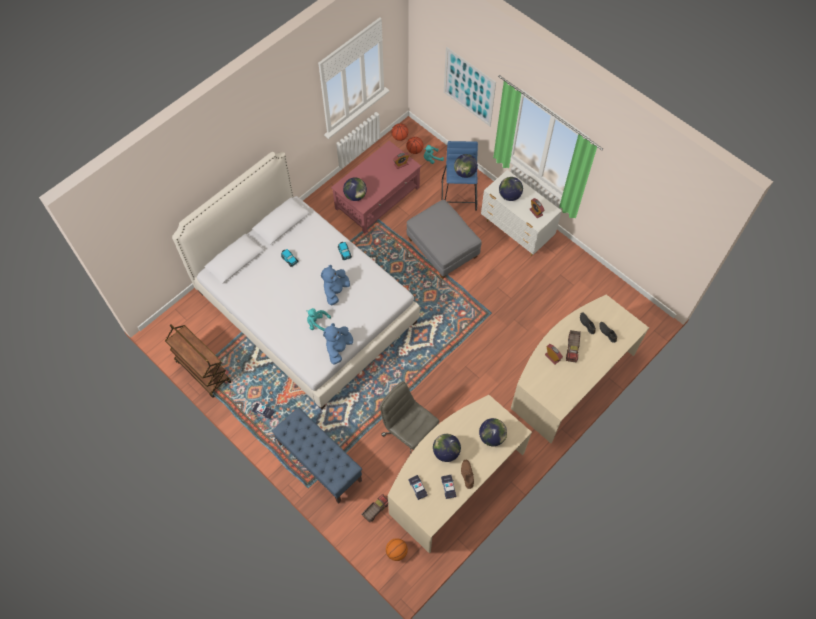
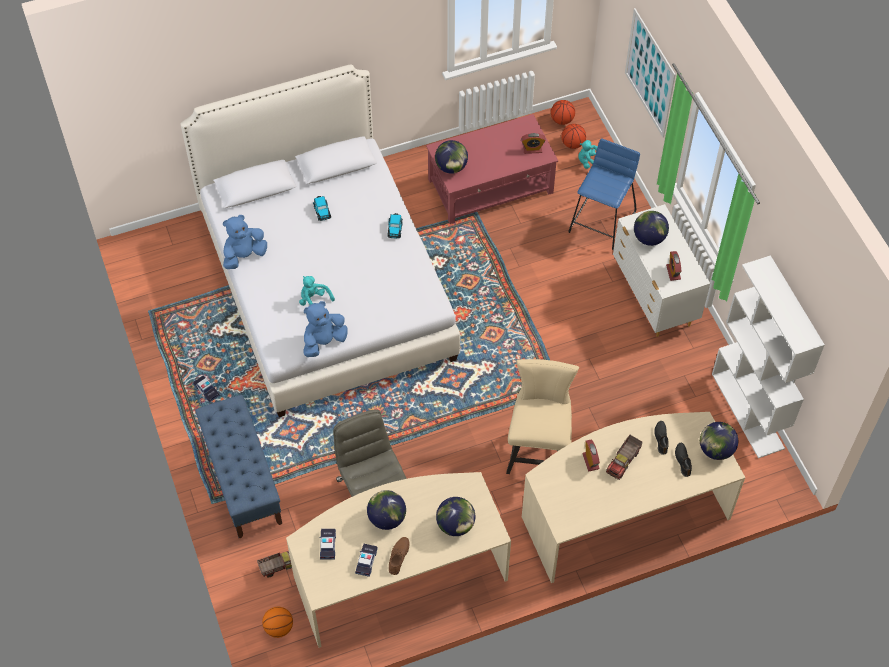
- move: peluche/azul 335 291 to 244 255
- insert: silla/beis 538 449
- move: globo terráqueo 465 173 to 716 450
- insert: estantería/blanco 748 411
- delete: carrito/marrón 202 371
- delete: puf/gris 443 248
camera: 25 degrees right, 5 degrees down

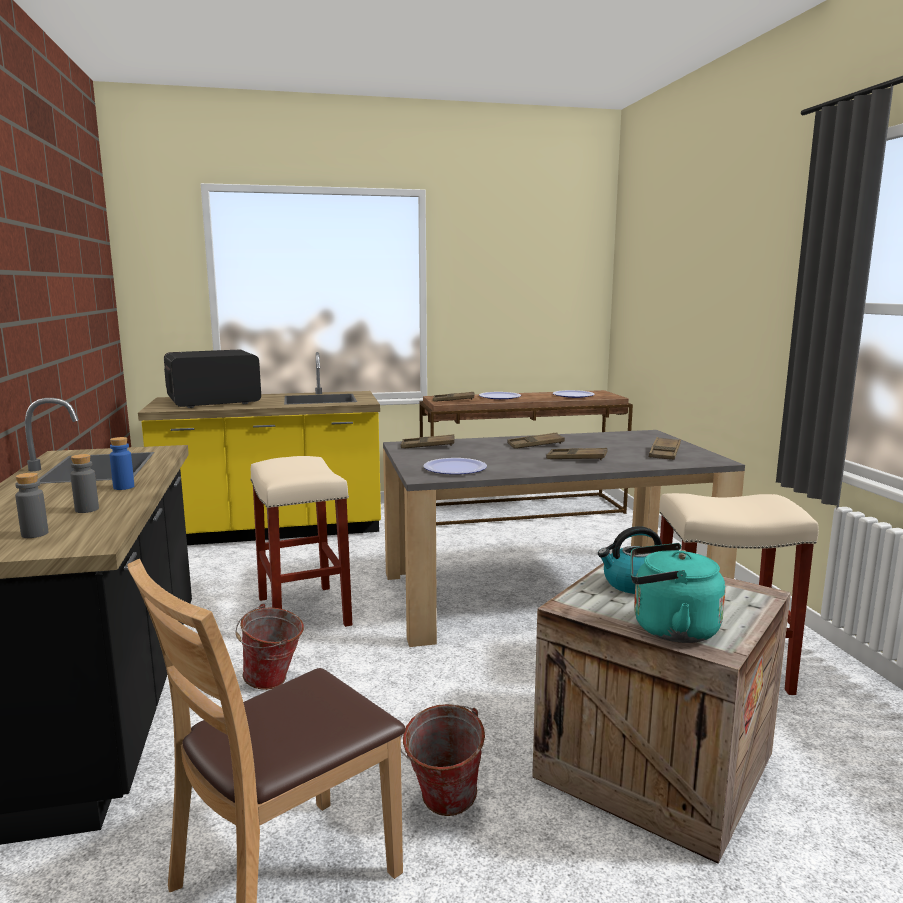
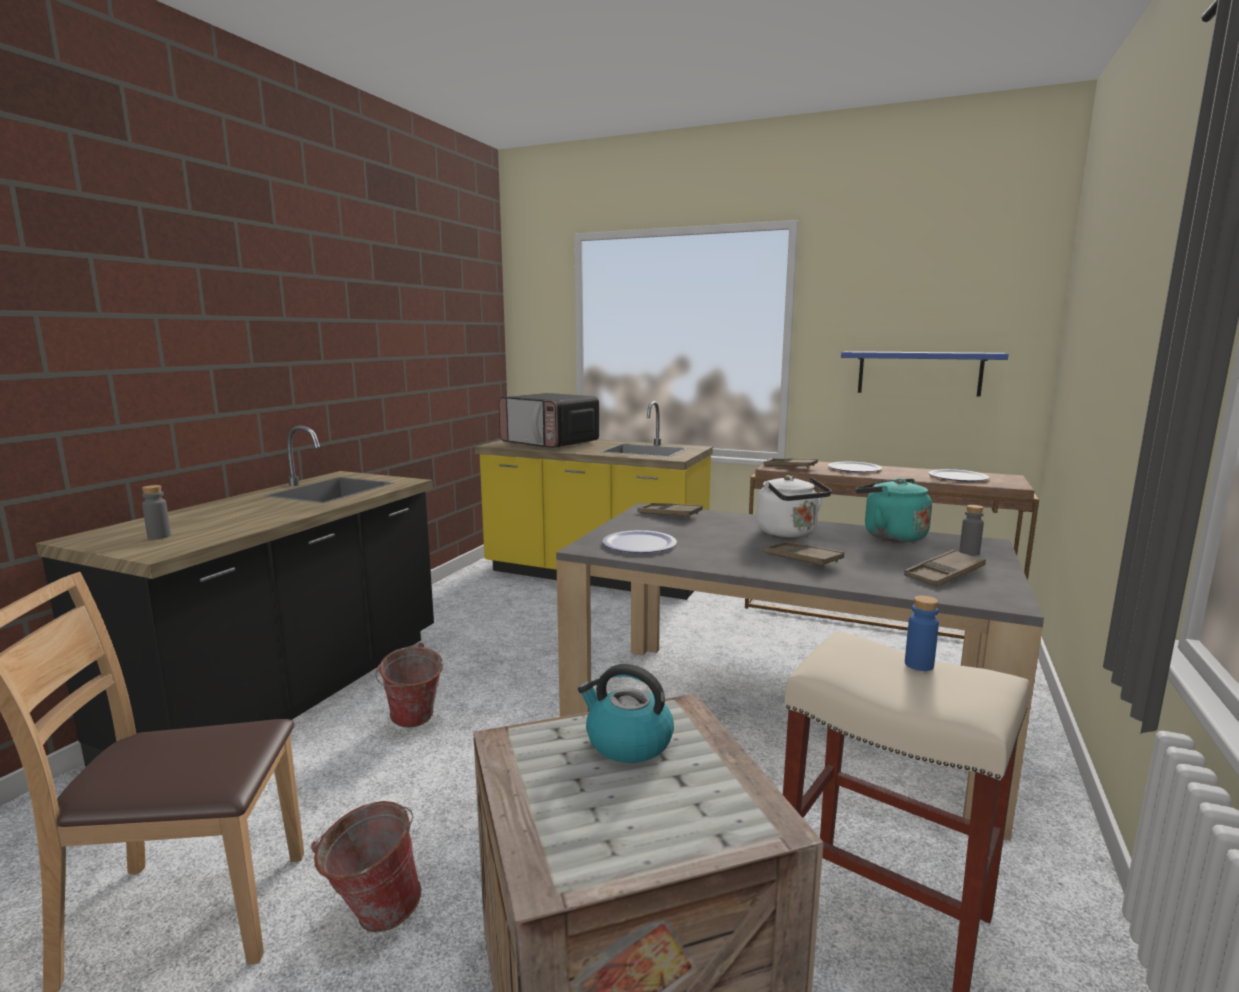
- rotate: microondas 213 402 = 550 443 150 degrees counterclockwise
- replace: bandeja/marrón 535 445 to hervidor/blanco 789 533
- insert: estante/azul 919 373
- move: hervidor/turquesa 669 629 to 890 536
- move: botella/azul 123 487 to 919 665
- move: botella/gris 87 509 to 969 552
- delete: taburete/beis 302 611
camera: 35 degrees right, 0 degrees up

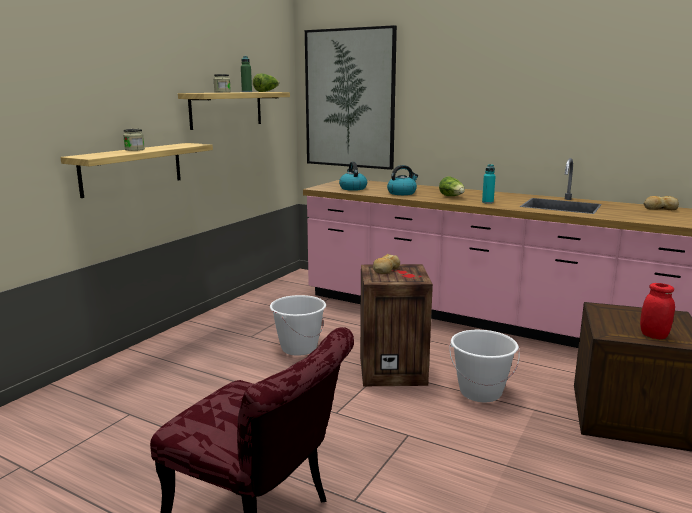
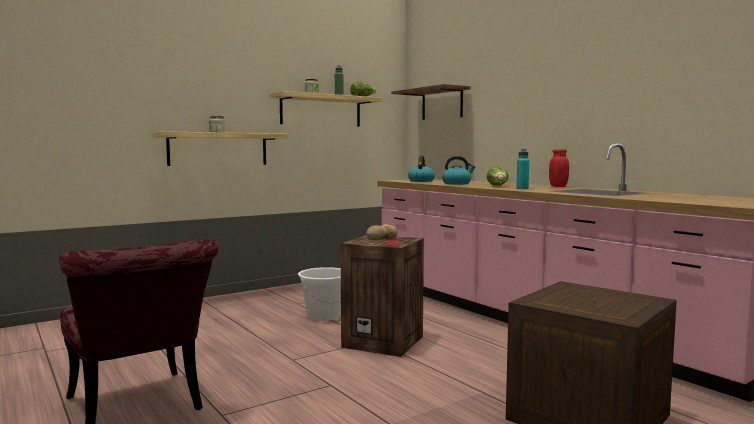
- replace: cuadro 349 99 to estante/marrón 442 104
- move: tarro/rojo 653 336 to 558 186
- delete: cubo/blanco 480 392
- delete: pan 659 208
camera: 25 degrees right, 10 degrees down

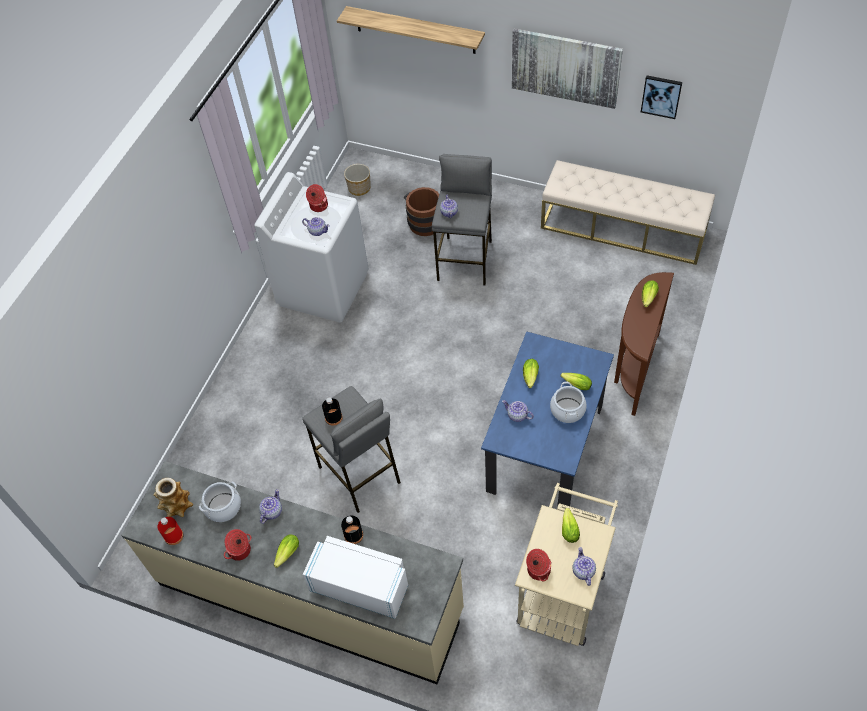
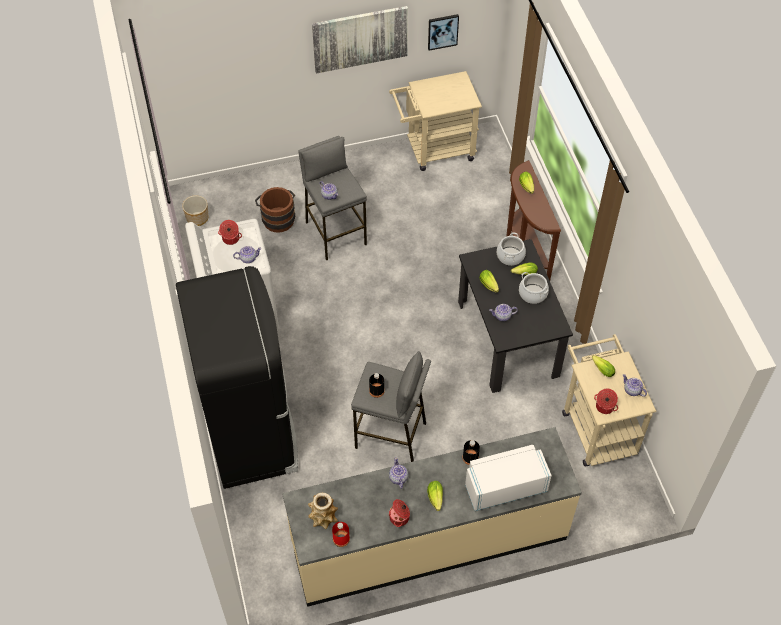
- insert: nevera/negro 252 431
- replace: banco/beis 623 228 to carrito/beis 434 150
- recolor: mesa de comedor/azul 545 448 to mesa de comedor/negro 507 339
- move: olla 223 507 to 510 256
- delete: estante 415 30
camera: 40 degrees left, 0 degrees up

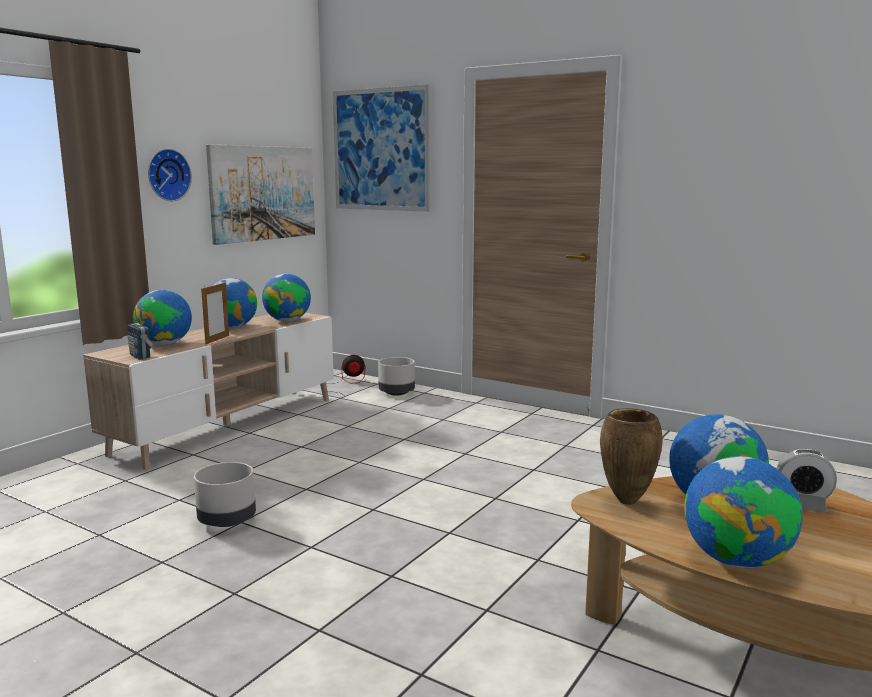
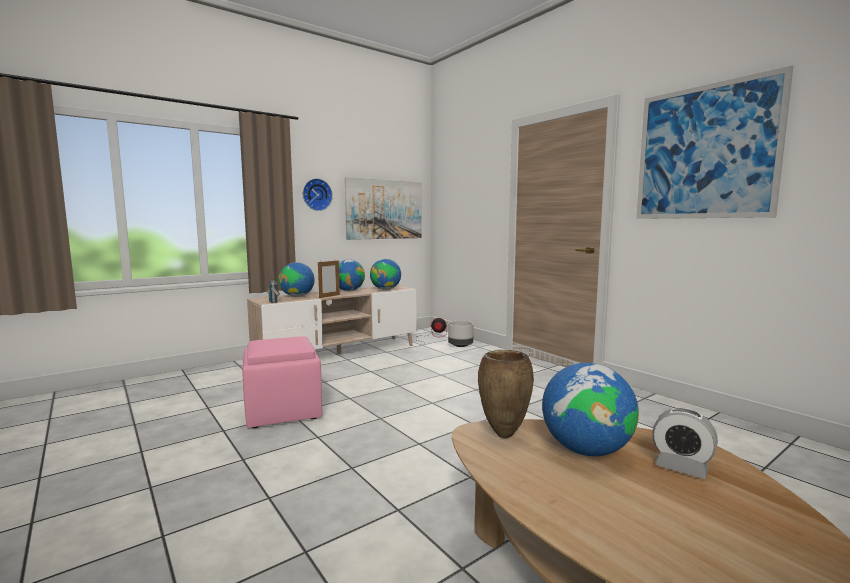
- replace: maceta/gris 227 521 to puf/rosa 284 411
- move: cuadro 380 150 to 704 152
- delete: globo terráqueo 737 560
camera: 20 degrees right, 5 degrees down

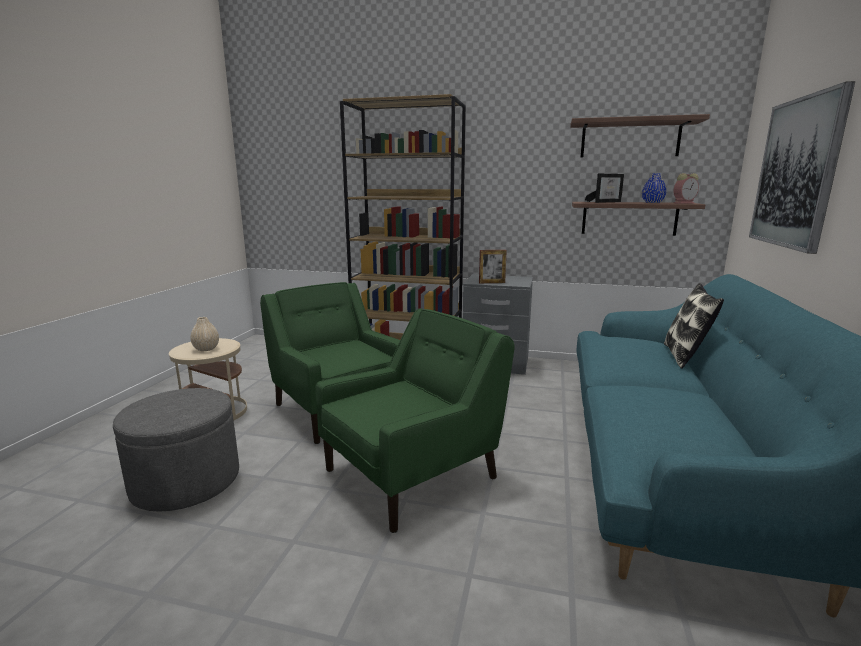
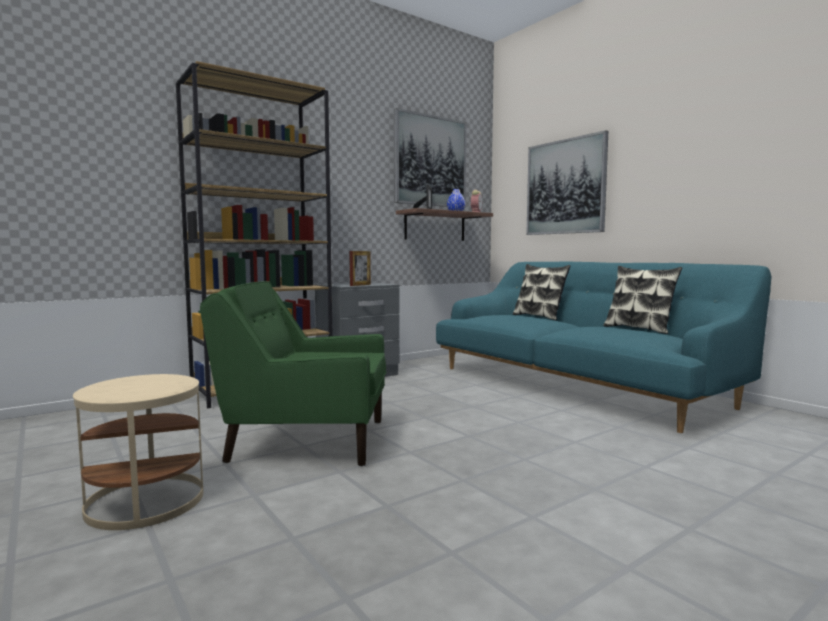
- replace: estante 630 139 to cuadro 430 161
- insert: cojín 639 329
- delete: puf/gris 186 482
- delete: florero/beis 206 349
- delete: sillón/verde 413 473
camera: 50 degrees left, 10 degrees down

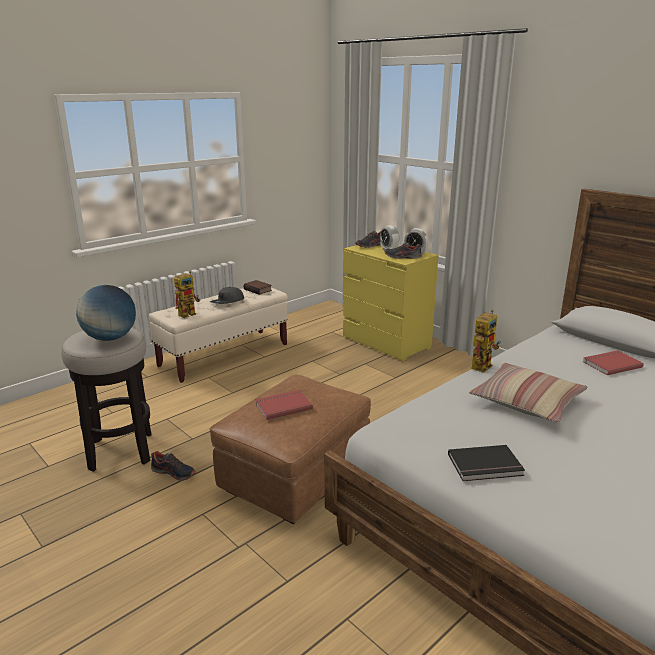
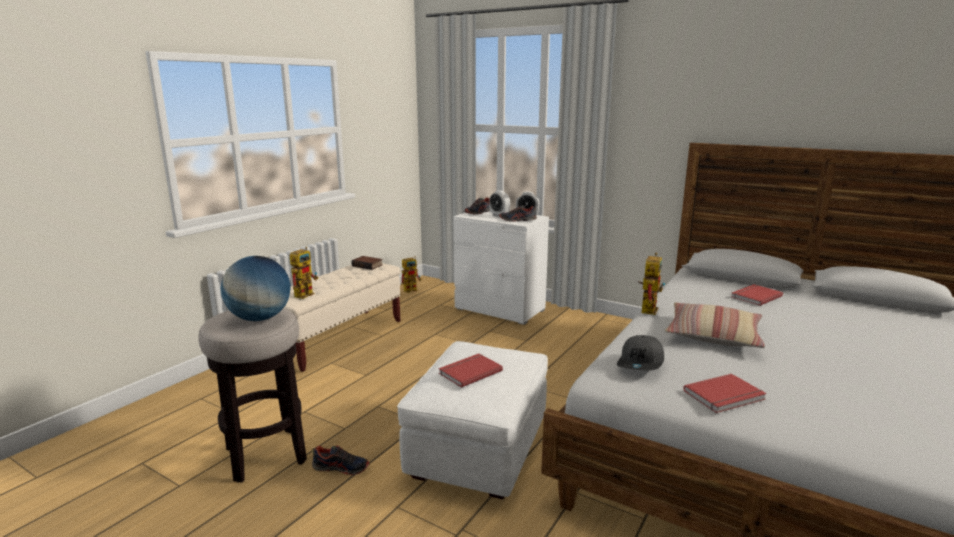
- recolor: puf/marrón 295 475 to puf/blanco 478 449
- insert: robot de juguete 412 289
- recolor: cómoda/amarillo 386 343 to cómoda/blanco 500 309
- move: gorra/gris 227 302 to 641 363
- recolor: libro/negro 486 466 to libro/rojo 725 396
camera: 15 degrees left, 5 degrees down

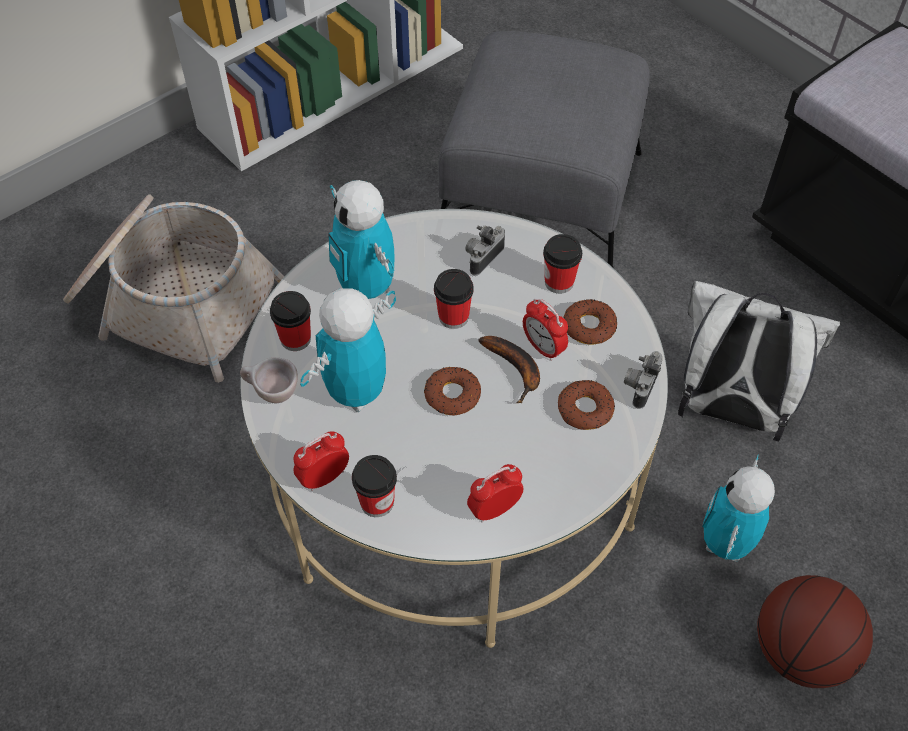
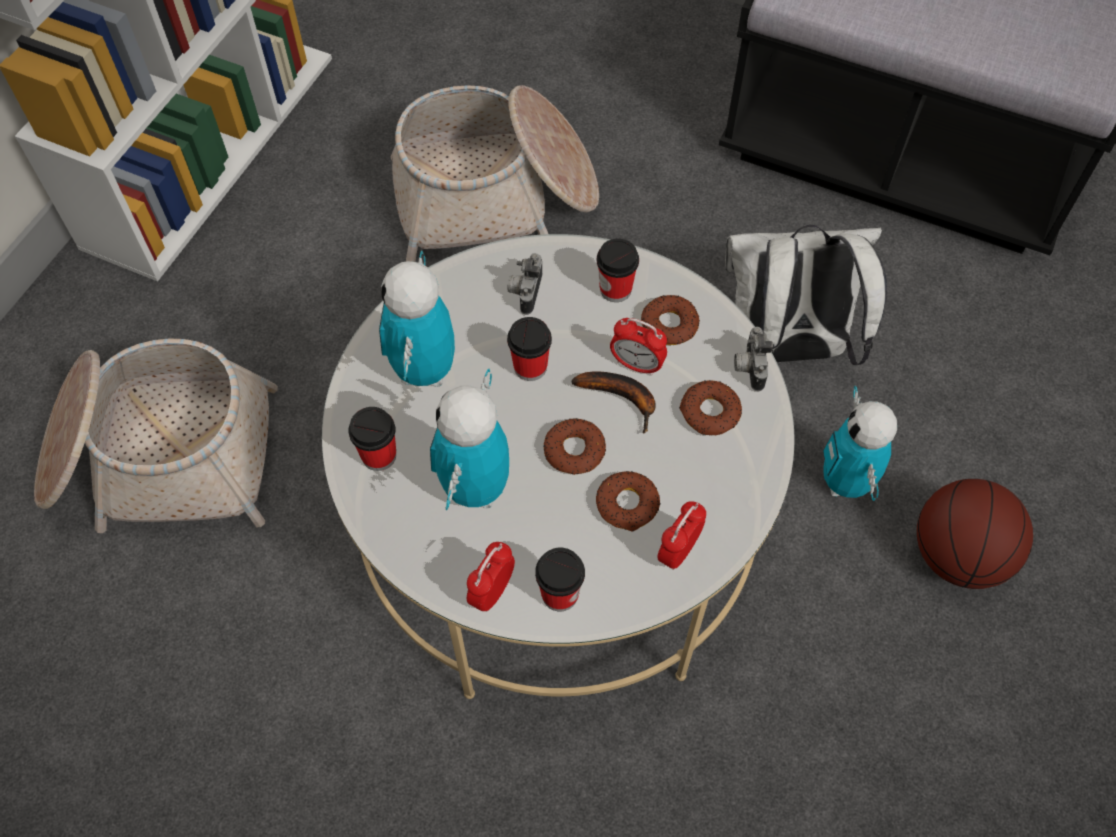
- rotate: robot de juguete 367 288 = 424 371 60 degrees clockwise
- replace: puf/gris 538 197 to cesta 495 197
- insert: rosquilla 627 504
- delete: taza/beis 271 394
camera: 25 degrees left, 5 degrees up

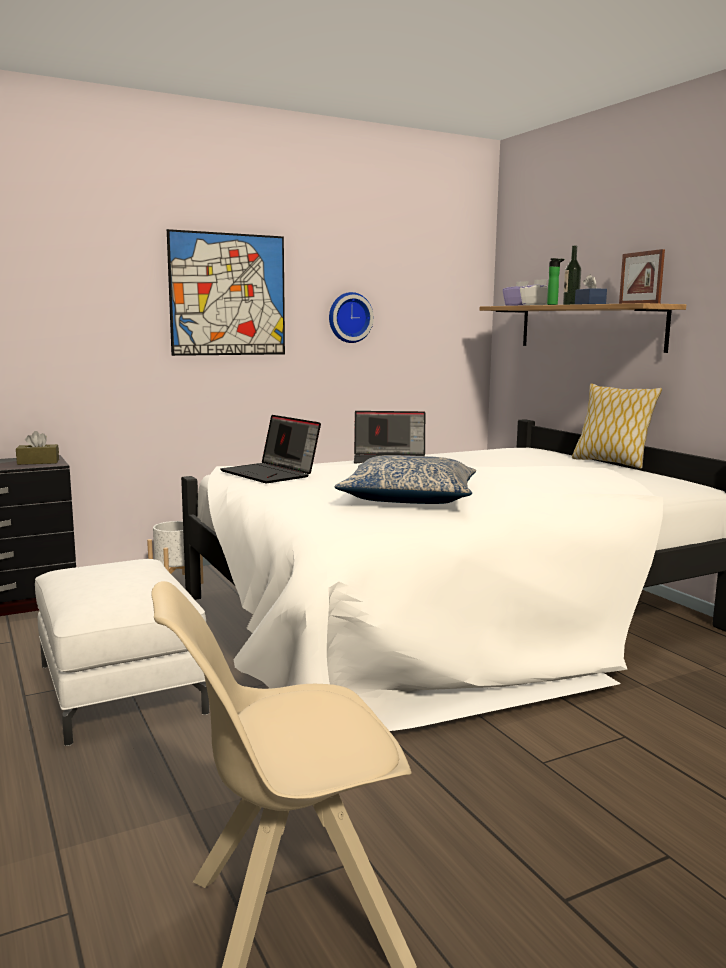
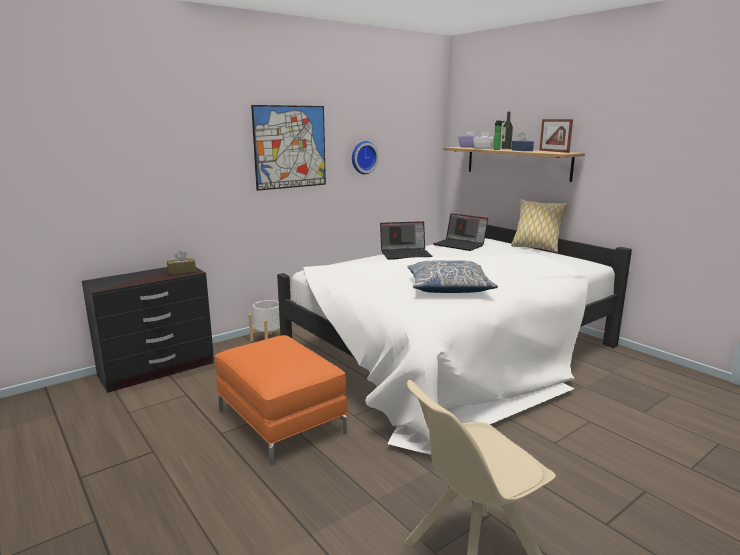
- recolor: puf/blanco 120 688 to puf/naranja 281 421
- move: portátil 271 474 to 460 245
camera: 10 degrees left, 5 degrees up

